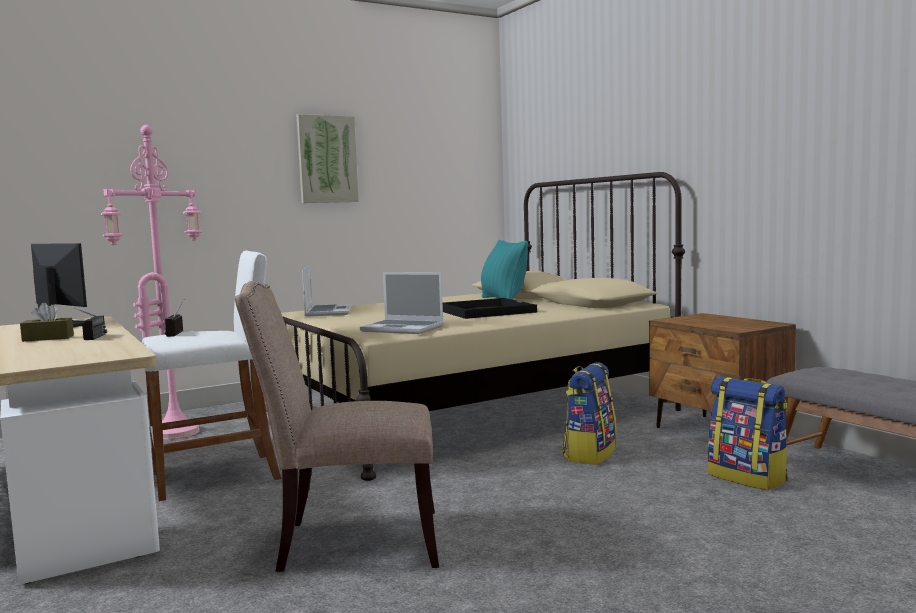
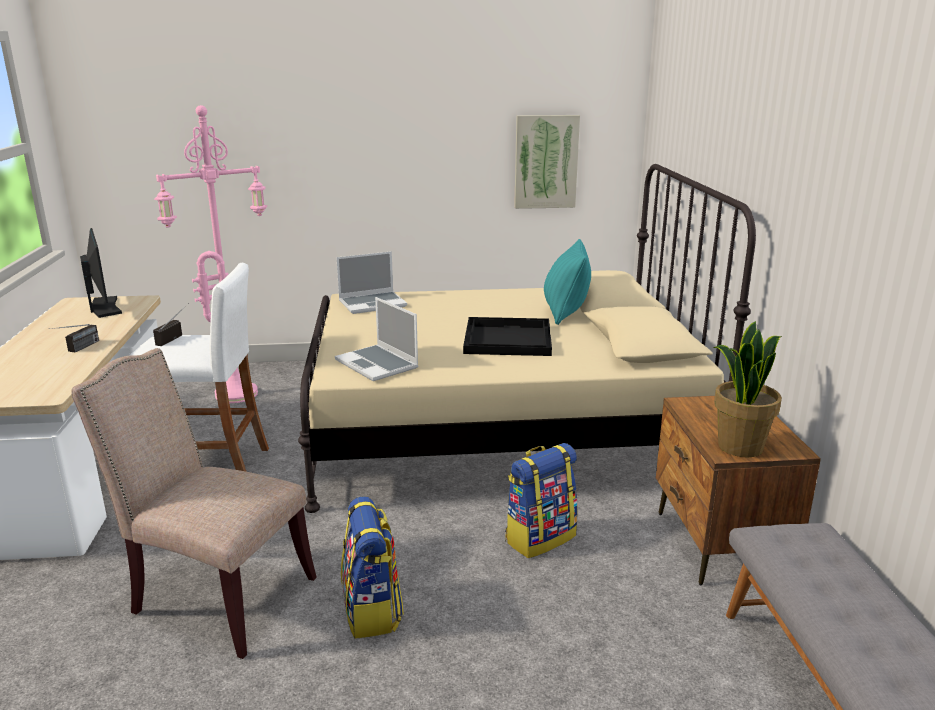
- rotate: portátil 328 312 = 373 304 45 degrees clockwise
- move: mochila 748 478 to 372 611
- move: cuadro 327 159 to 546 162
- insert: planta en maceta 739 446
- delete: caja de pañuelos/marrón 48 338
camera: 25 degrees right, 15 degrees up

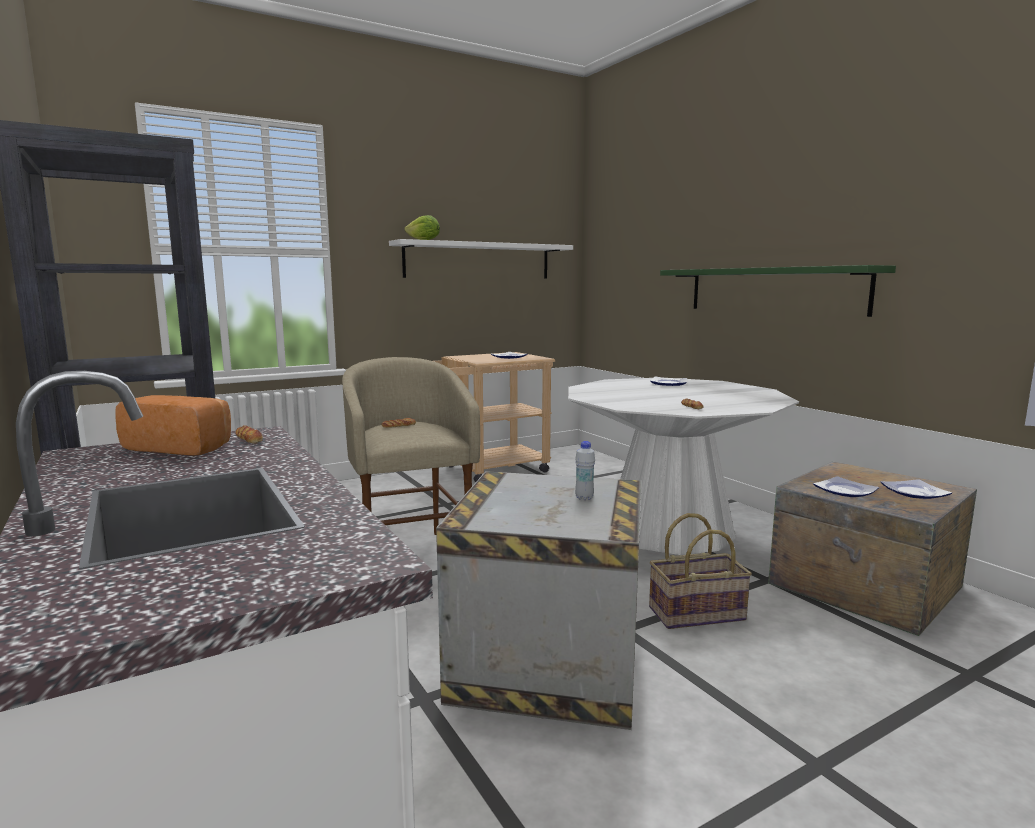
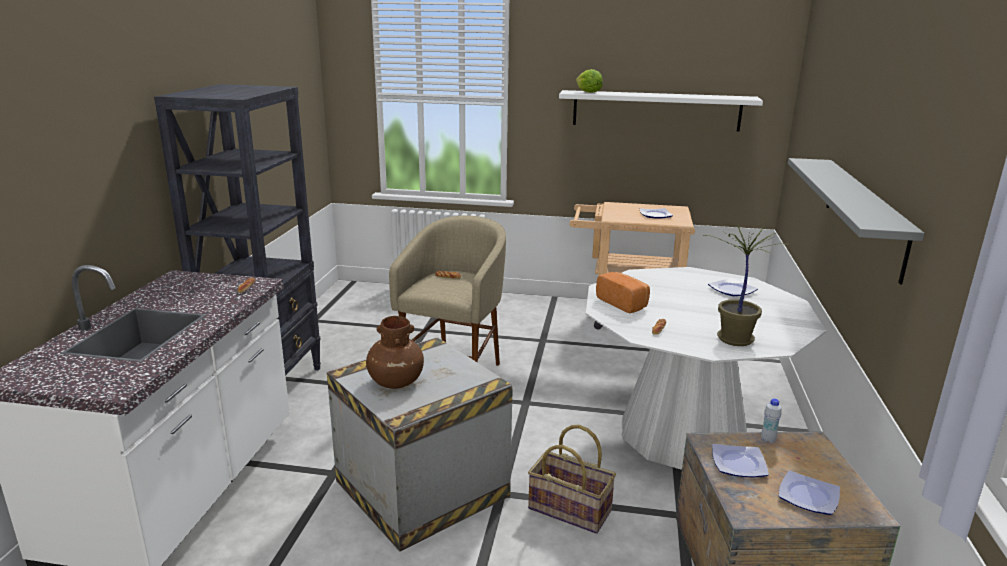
- insert: florero/marrón 395 381
- move: pan 182 447 to 623 303
- insert: planta en maceta 733 339
- move: botella/blanco 584 498 to 768 440
- recolor: estante/verde 772 290 to estante/gris 864 214
camera: 40 degrees right, 10 degrees up

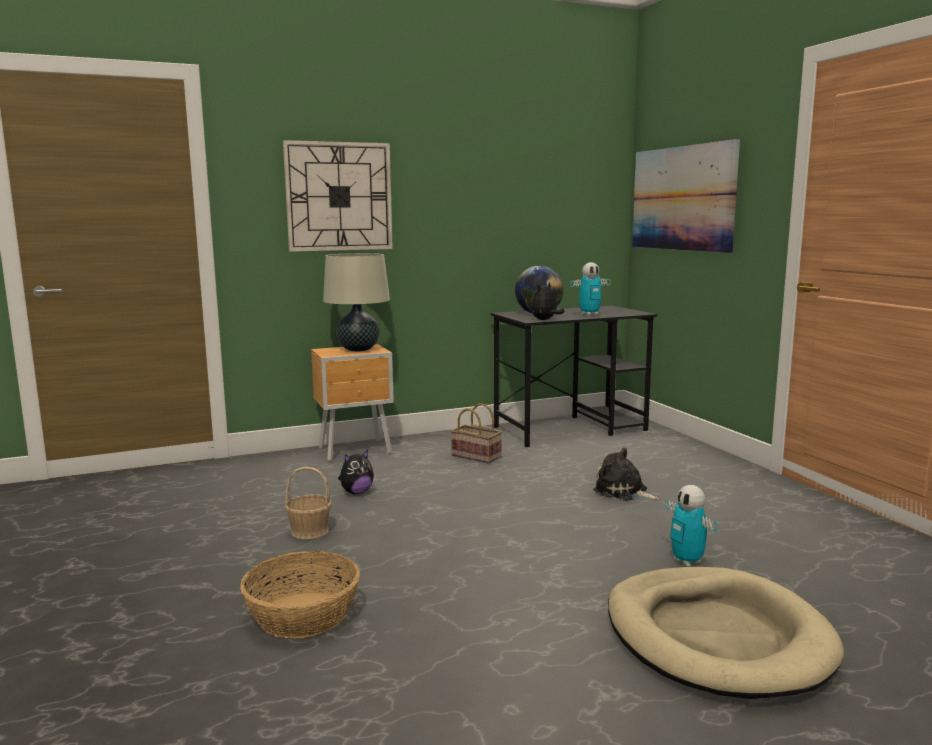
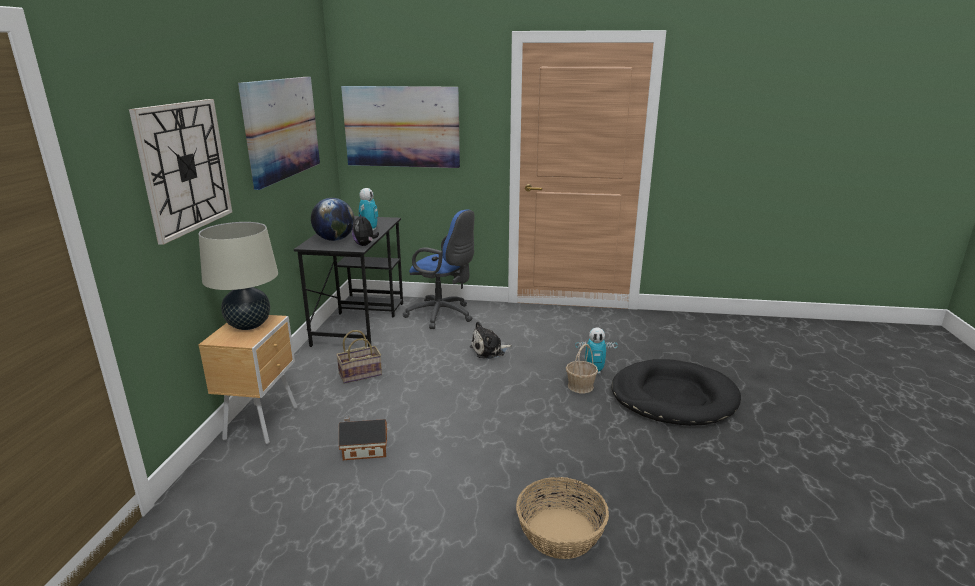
- insert: cuadro 281 128
- replace: peluche 356 492 to casita 363 449
- insert: silla de oficina/azul 443 315
- move: cesta 309 531 to 580 386
- recolor: cama para perro/beis 716 637 to cama para perro/negro 673 397
camera: 60 degrees left, 10 degrees up

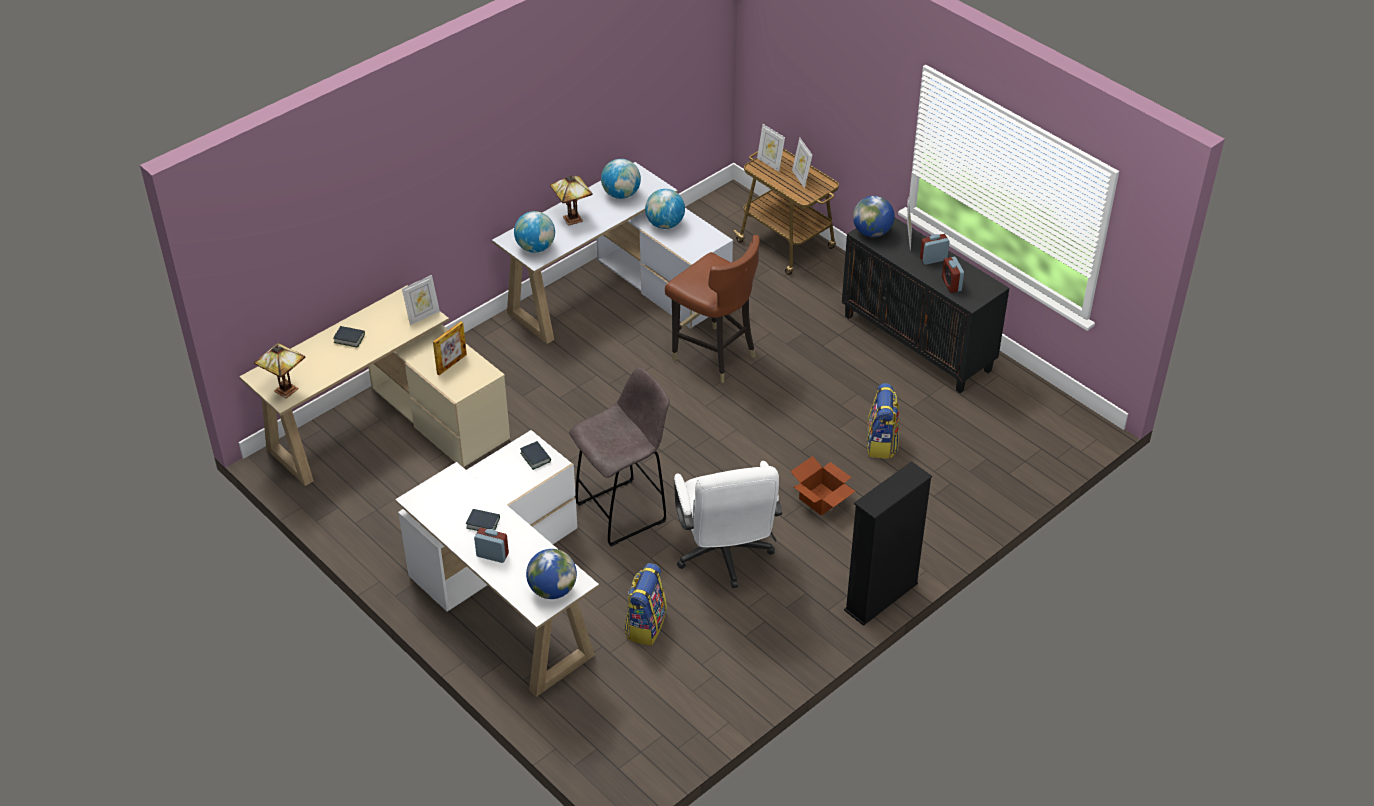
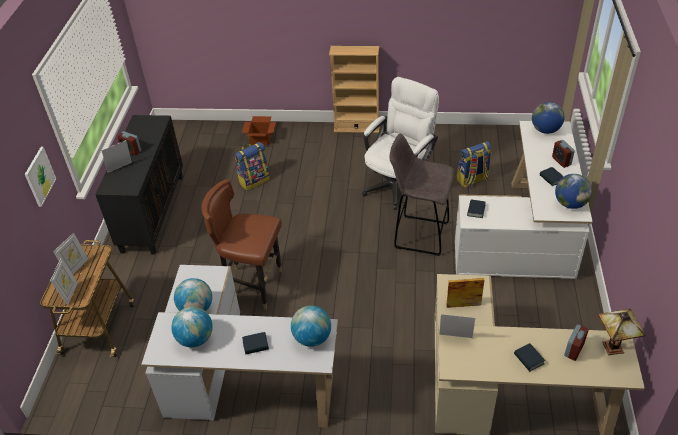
- insert: cuadro 39 176
- rotate: silla/marrón 714 355 = 253 286 75 degrees counterclockwise
- move: caja de cartón 821 500 to 261 138
- replace: lámpara de mesa 571 218 to libro 255 345
- recolor: estantería/negro 881 597 to estantería/beis 356 127
- move: globo terráqueo 872 232 to 570 204
- move: despertador 951 284 to 574 350
camera: 130 degrees left, 0 degrees up

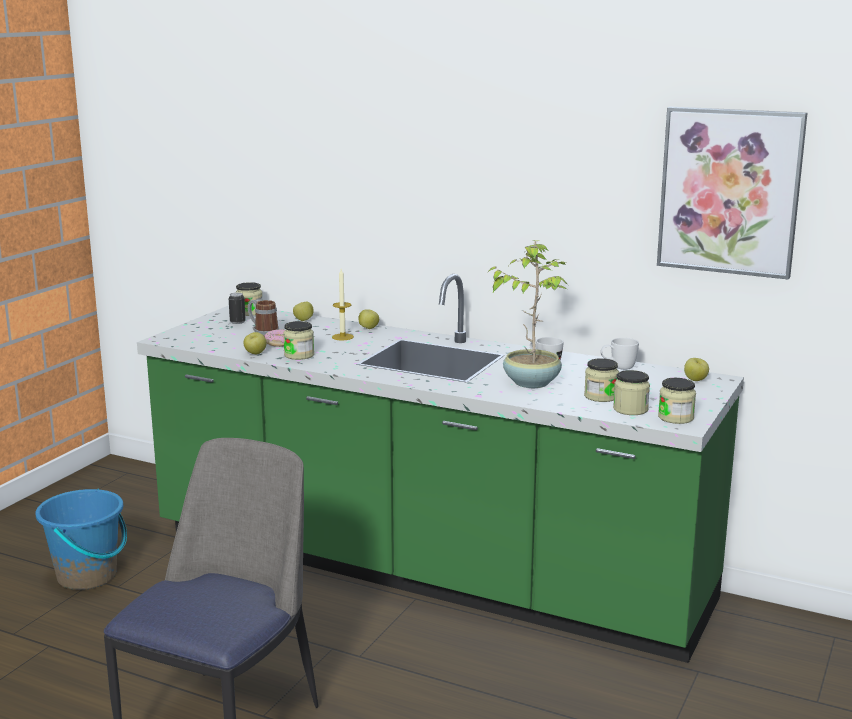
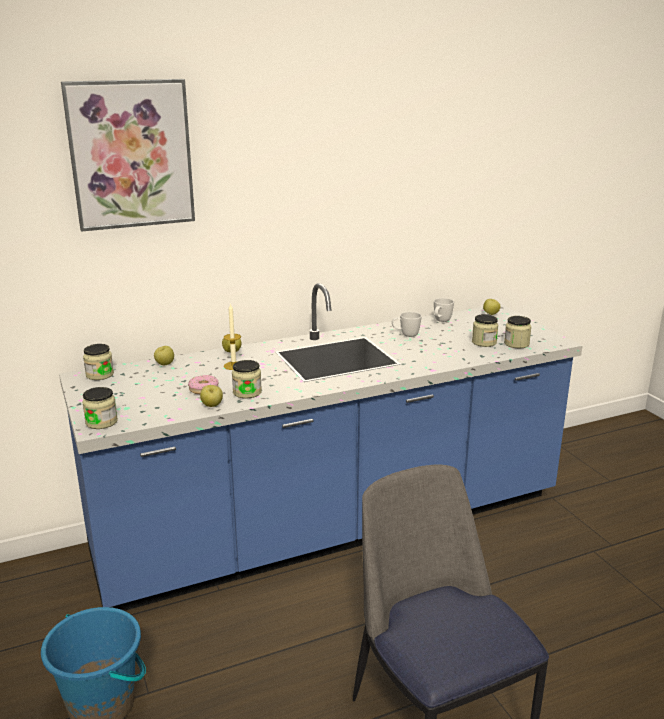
- recolor: mueble bajo de cocina/verde 425 569 to mueble bajo de cocina/azul 332 527
- move: cuadro 729 191 to 131 154
- move: tarro 675 418 to 101 422
- delete: lata 237 322
- delete: taza grande 263 333
- delete: planta en maceta 531 382
camera: 50 degrees left, 5 degrees up

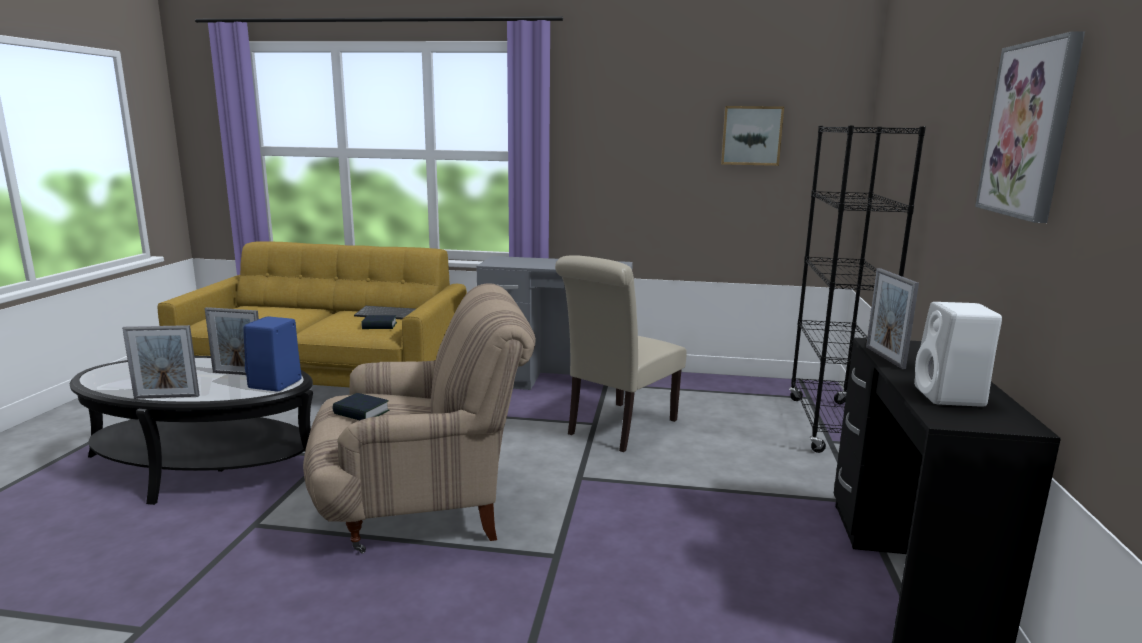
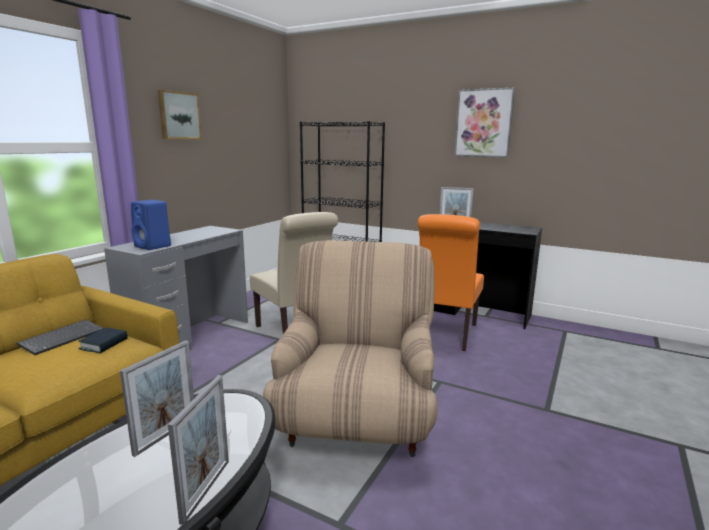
- move: altavoz/azul 274 384 to 153 246
- move: cuadro 751 135 to 178 115
- insert: silla/naranja 446 335
- delete: libro 361 413
- delete: altavoz/blanco 950 397
camera: 70 degrees left, 0 degrees up

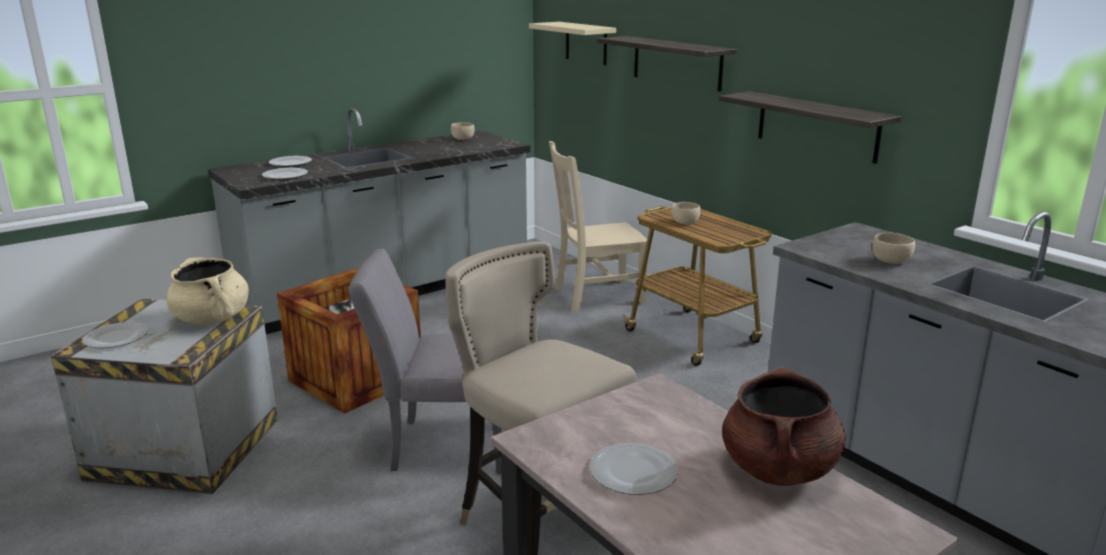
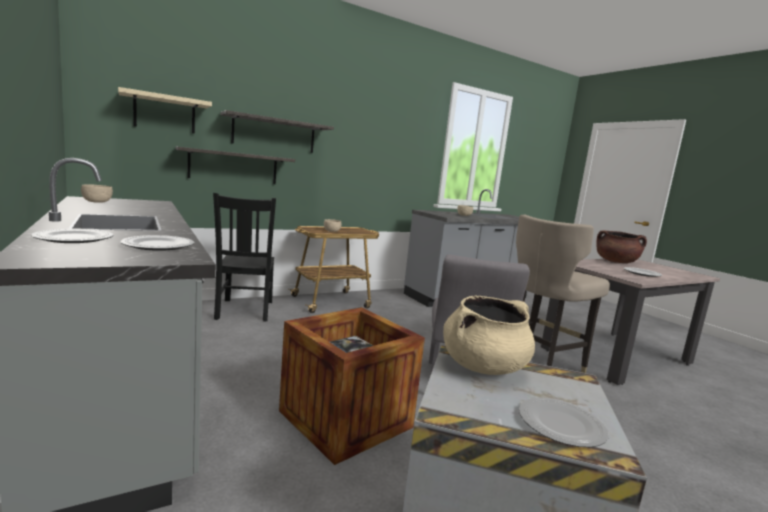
- move: estante 817 126 to 234 167
- recolor: silla/beis 595 296 to silla/negro 244 311
camera: 85 degrees left, 10 degrees down

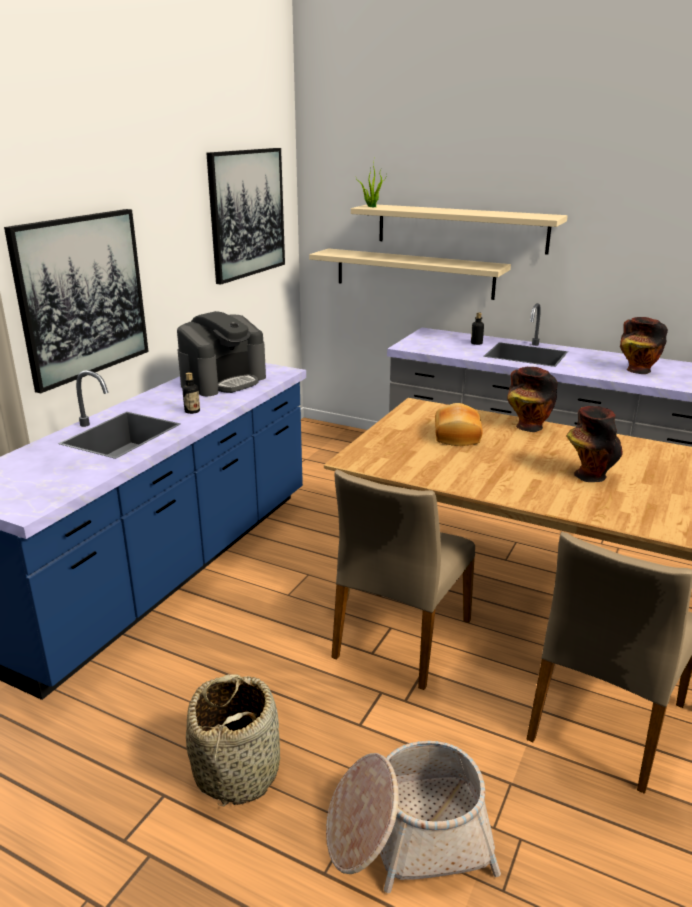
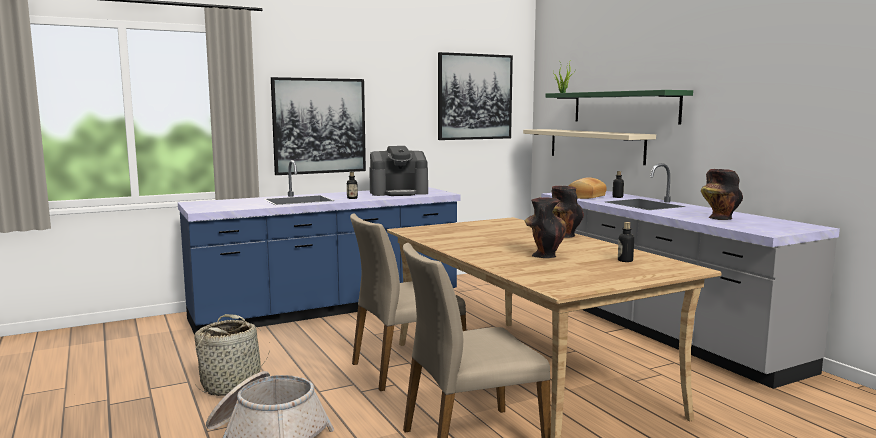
- recolor: estante/beis 461 228 to estante/verde 624 107
- move: pan 455 436 to 586 196
- insert: botella 625 260
camera: 35 degrees right, 15 degrees down

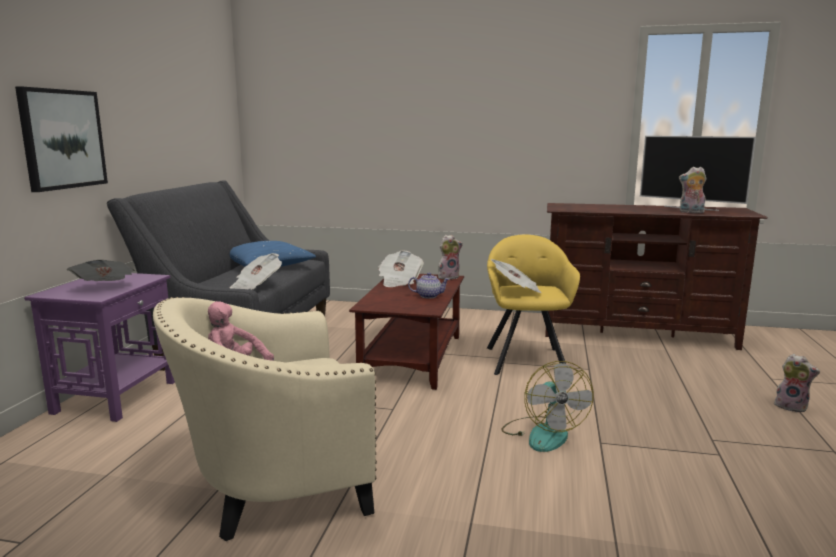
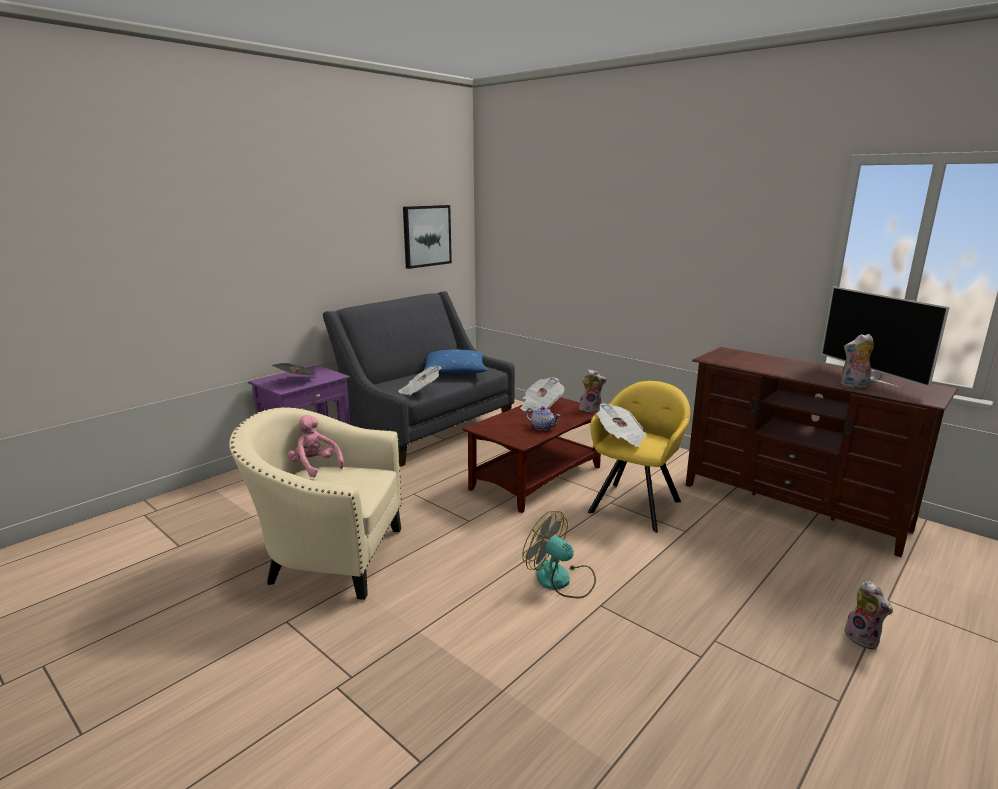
- move: cuadro 62 139 to 426 236
- rotate: ventilador 543 433 = 561 580 105 degrees clockwise
- rotate: peluche 691 212 = 854 386 45 degrees counterclockwise
camera: 30 degrees right, 5 degrees up

